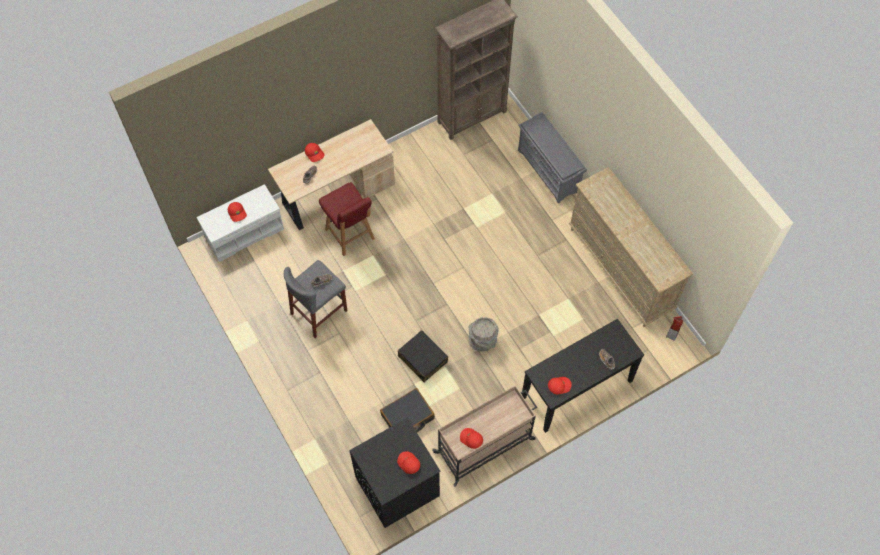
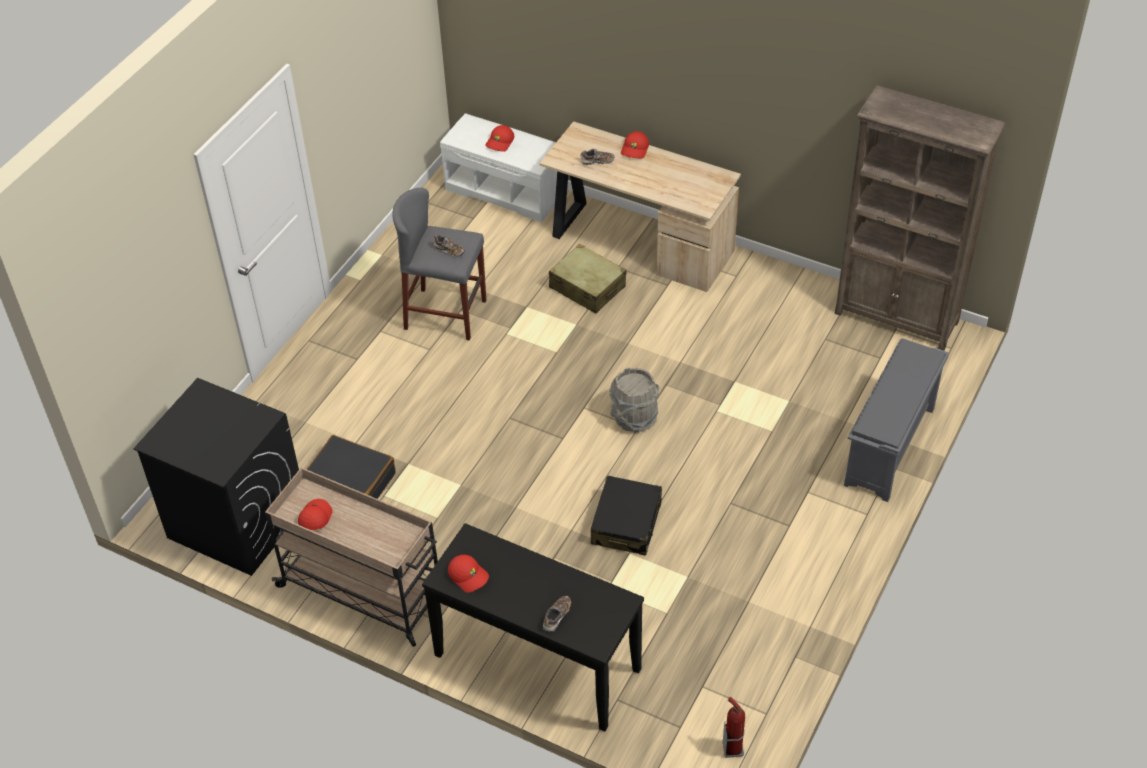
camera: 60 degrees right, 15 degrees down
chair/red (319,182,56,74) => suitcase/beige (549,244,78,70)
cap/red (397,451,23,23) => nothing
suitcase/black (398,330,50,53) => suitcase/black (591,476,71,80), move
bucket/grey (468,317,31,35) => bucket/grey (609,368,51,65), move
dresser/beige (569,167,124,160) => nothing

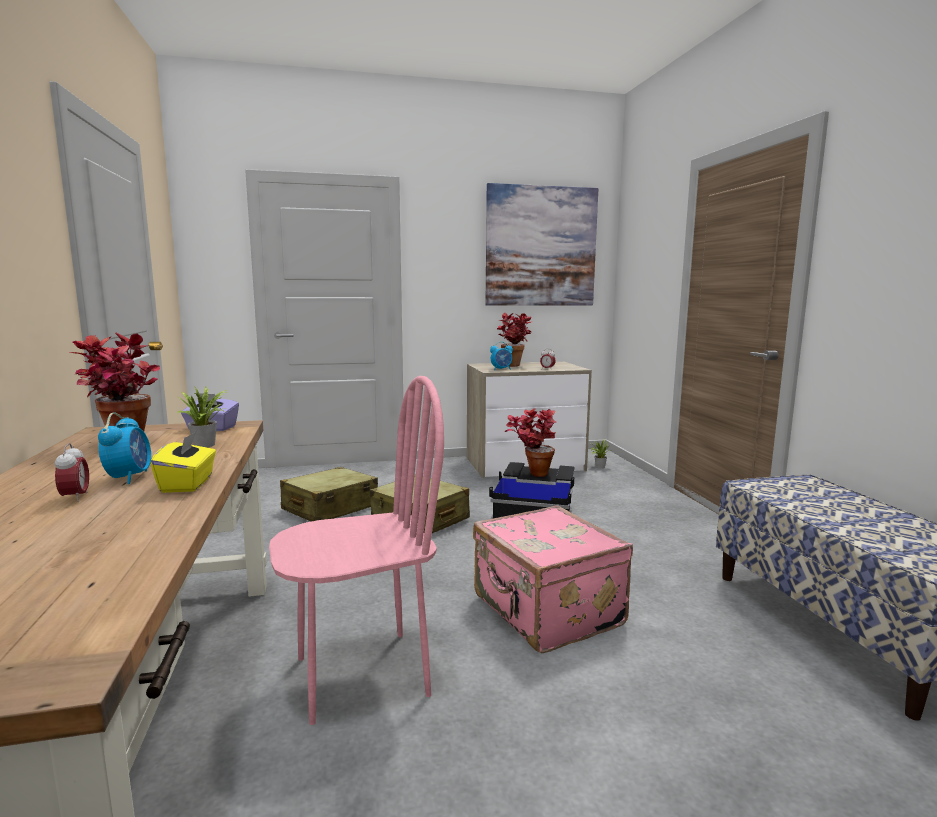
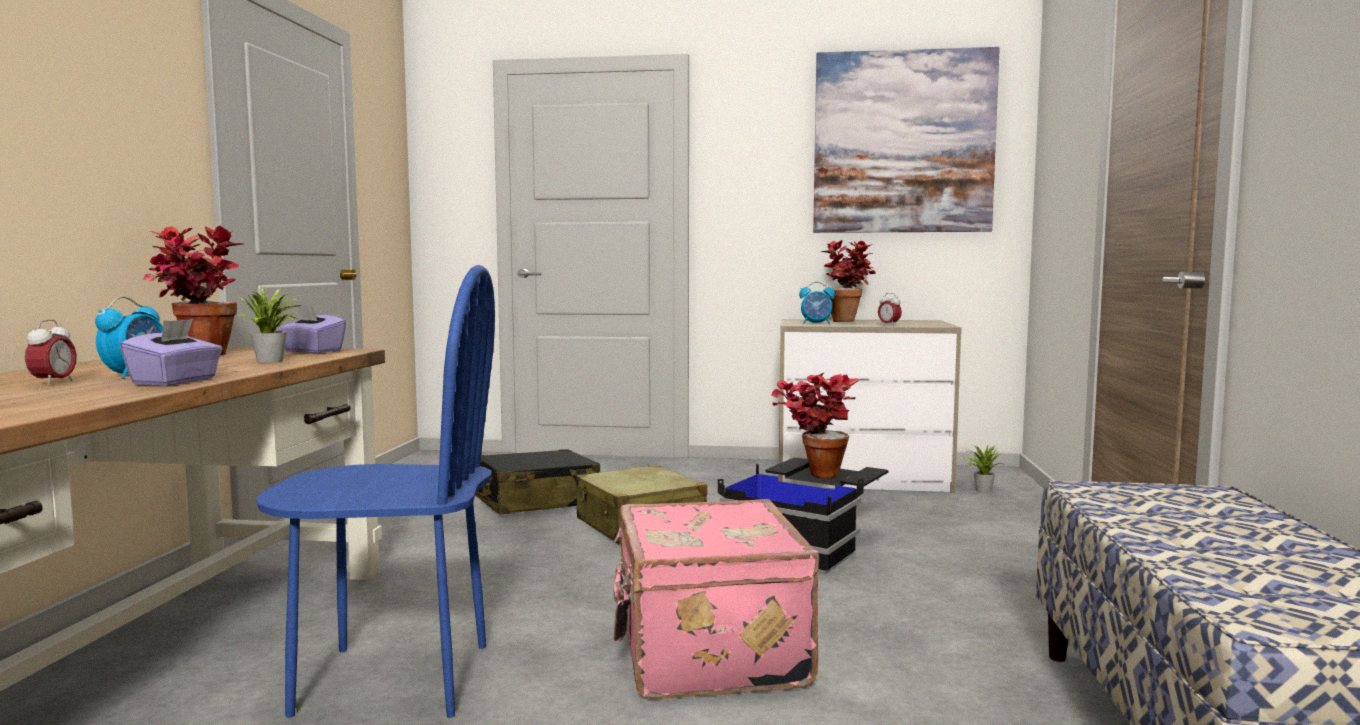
camera: 20 degrees right, 5 degrees down
tissue box/yellow (150,432,66,61) => tissue box/purple (120,319,103,67)
chair/pink (269,376,175,349) => chair/blue (256,265,239,453)
suitcase/beige (280,467,98,54) => suitcase/black (475,449,125,65)

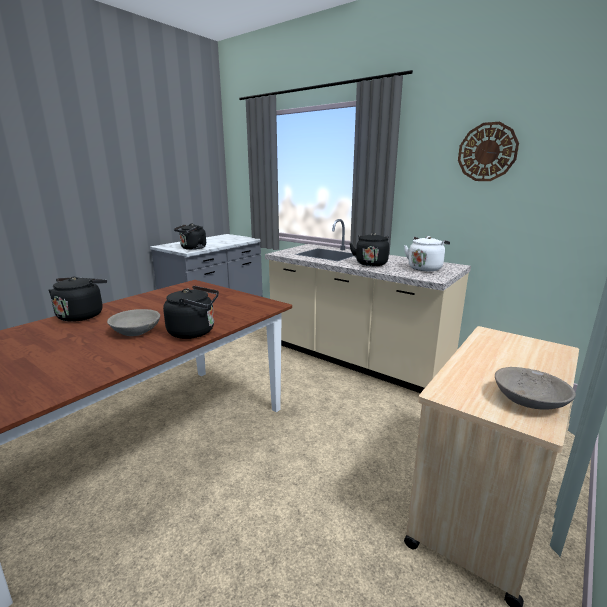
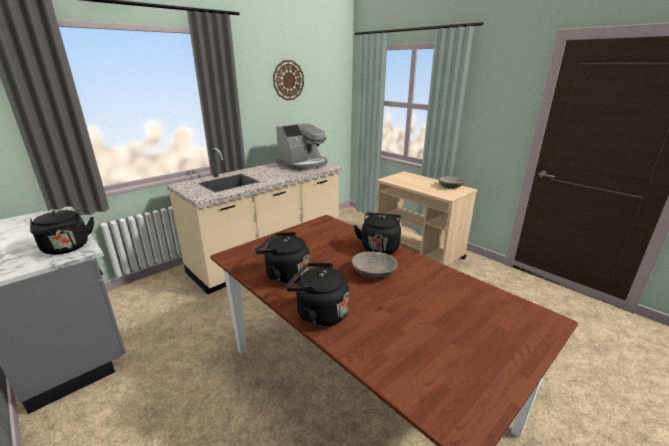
camera: 80 degrees left, 5 degrees up
kettle/black (349,233,40,33) => kettle/black (255,232,55,52), move
kettle/white (404,236,46,35) => coffee machine (276,122,51,49)

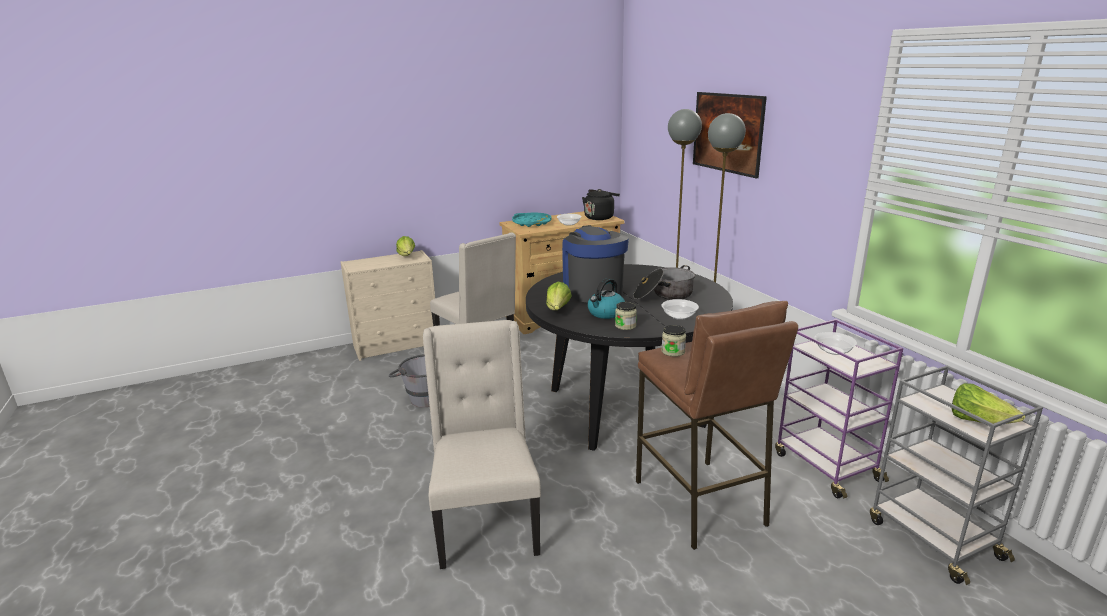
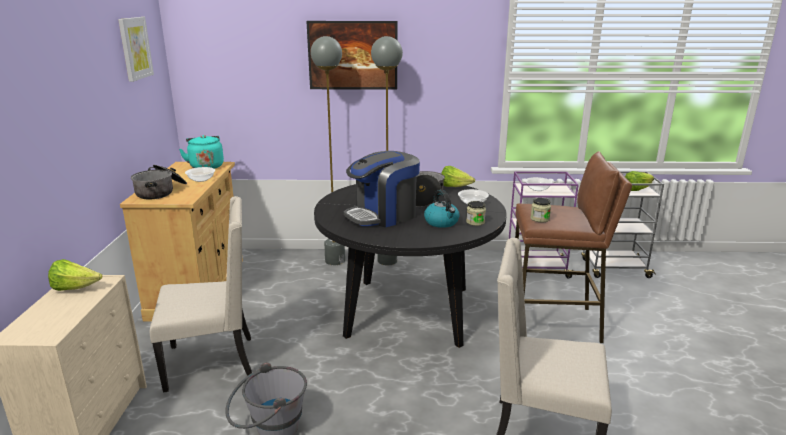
camera: 65 degrees left, 0 degrees up
tray/turquoise (512,213,40,14) => cooking pot (131,165,56,34)
lettuce (546,282,26,28) => lettuce (441,166,34,21), move
coffee machine (562,225,67,78) => coffee machine (344,151,76,76), 45 degrees counterclockwise
kettle/black (582,189,38,31) => kettle/turquoise (179,135,45,34)
nothing => picture (118,17,36,65)

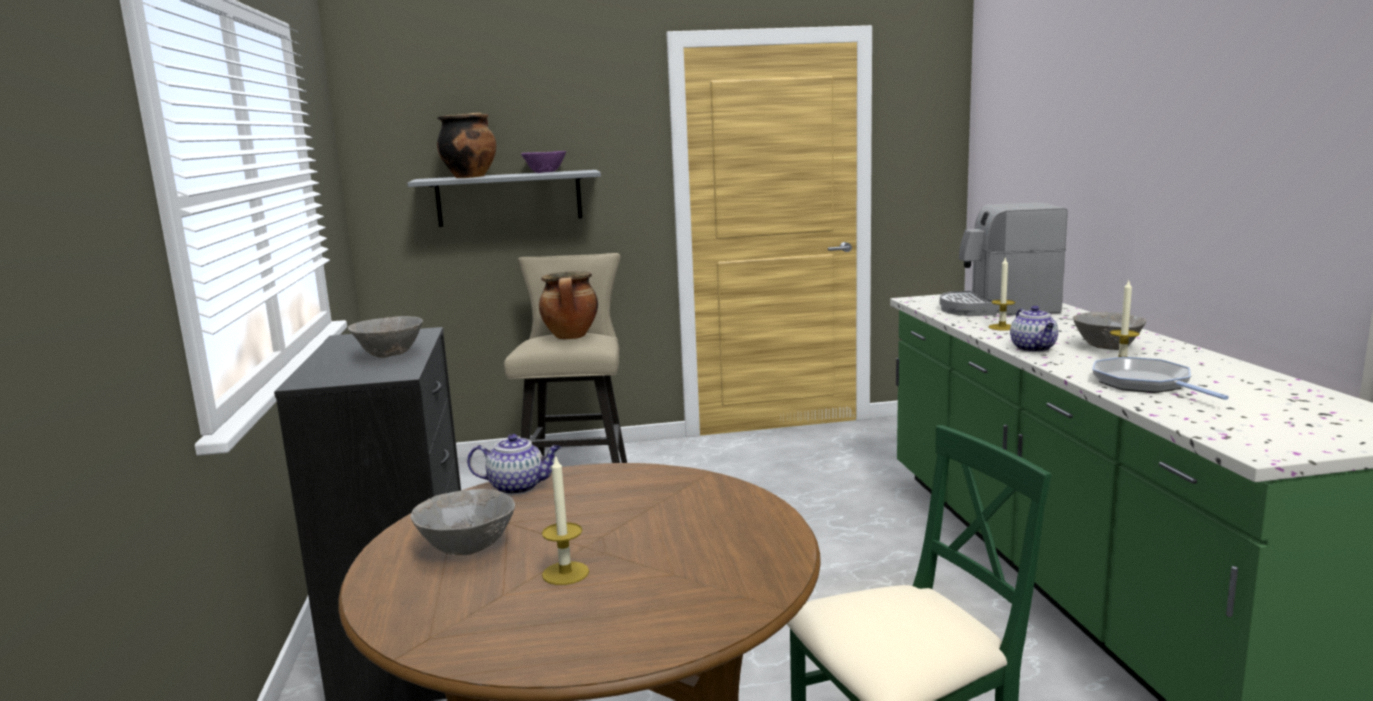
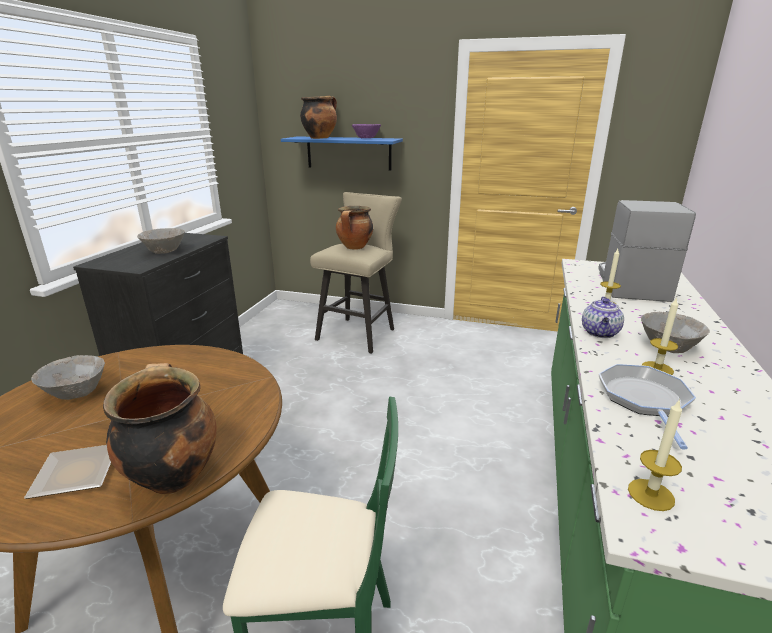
camera: 25 degrees right, 10 degrees up
shelf/grey (407,170,194,57) => shelf/blue (281,136,122,34)
teapot (467,434,94,61) => nothing
candle (542,455,47,130) => candle (628,399,54,112), move
coffee machine (940,202,128,114) => coffee machine (598,200,98,102), 75 degrees clockwise
nothing => plate (24,445,87,54)
nothing => cooking pot (103,363,114,131)

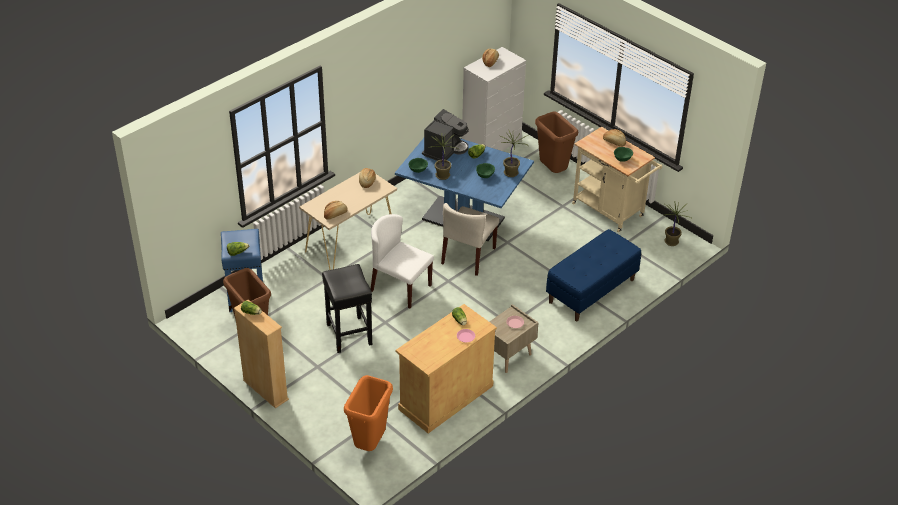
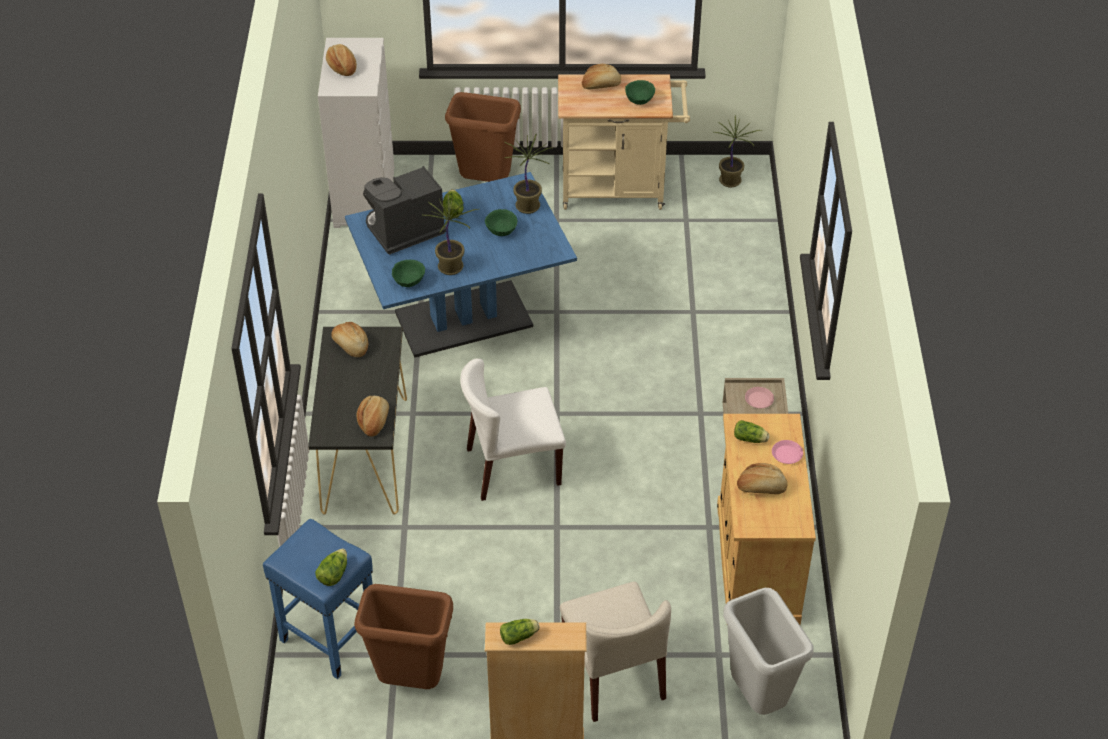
camera: 45 degrees left, 5 degrees up
console table/beige (299,172,98,98) => console table/black (308,327,99,187)
stool/black (322,264,50,89) => nothing
trash can/orange (344,375,49,76) => trash can/grey (723,588,91,127)
coffee machine (422,109,47,52) => coffee machine (363,166,83,89), 105 degrees counterclockwise
chair/beige (441,203,59,73) => chair/beige (560,582,111,140), move
bench/blue (546,229,95,92) => nothing
nothing => bread (737,463,50,31)

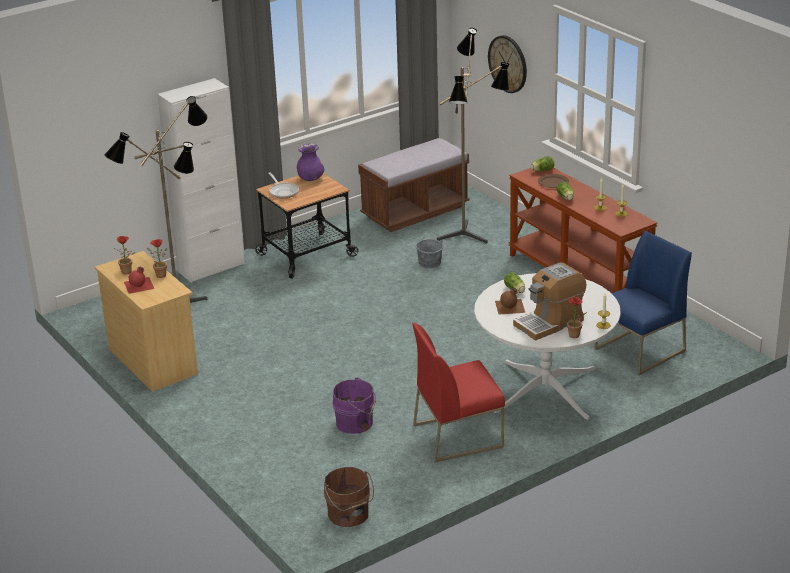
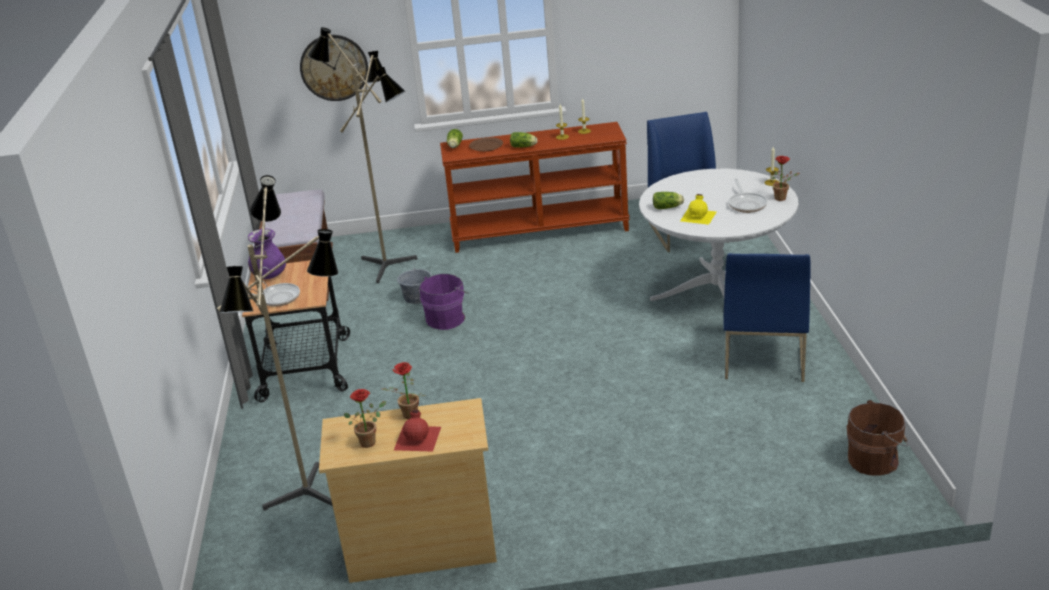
camera: 60 degrees left, 0 degrees up
cabinet/white (157,78,88,205) => nothing
bucket/purple (333,377,43,57) => bucket/purple (419,274,50,56), move
chair/red (412,323,93,139) => chair/blue (723,253,88,129)
bottle/brown (495,288,30,27) => bottle/yellow (680,194,36,31)
coffee machine (513,262,73,79) => frying pan (728,178,39,35)

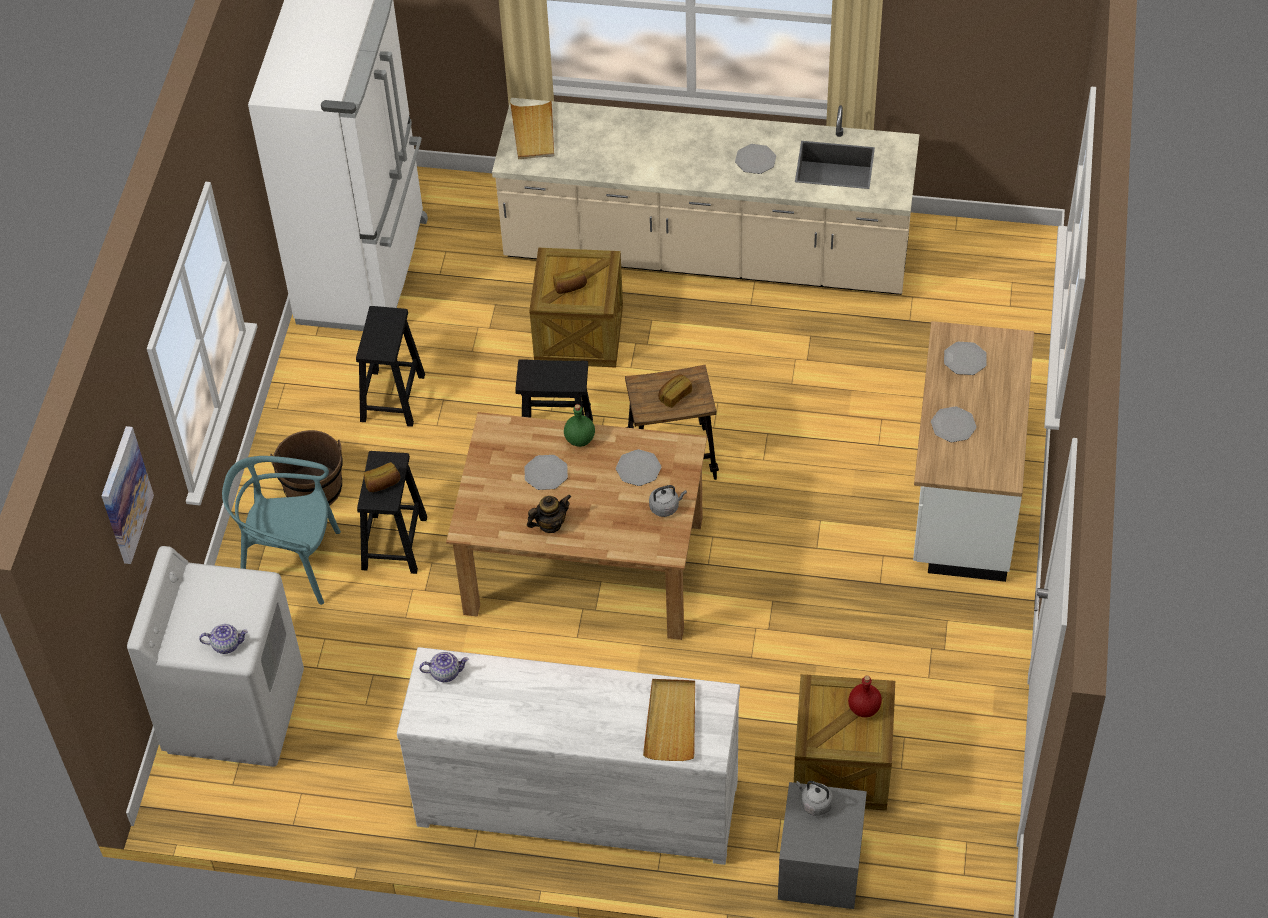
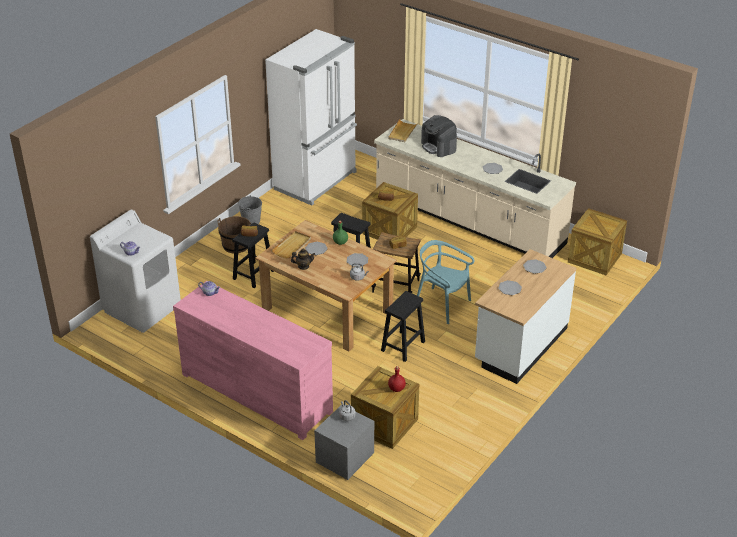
camera: 25 degrees right, 15 degrees down
picture (102,426,52,138) => nothing
chair/turquoise (222,456,119,149) => chair/turquoise (417,240,58,84), move
stool/black (356,306,69,121) => stool/black (381,291,44,71), move
dresser/white (397,647,343,218) => dresser/pink (173,281,160,159)
tray/beige (643,679,52,82) => tray/beige (271,231,40,28), move
nothing => bucket/grey (237,195,25,29)
nothing => coffee machine (421,115,36,42)
nothing => crate (568,208,59,67)

